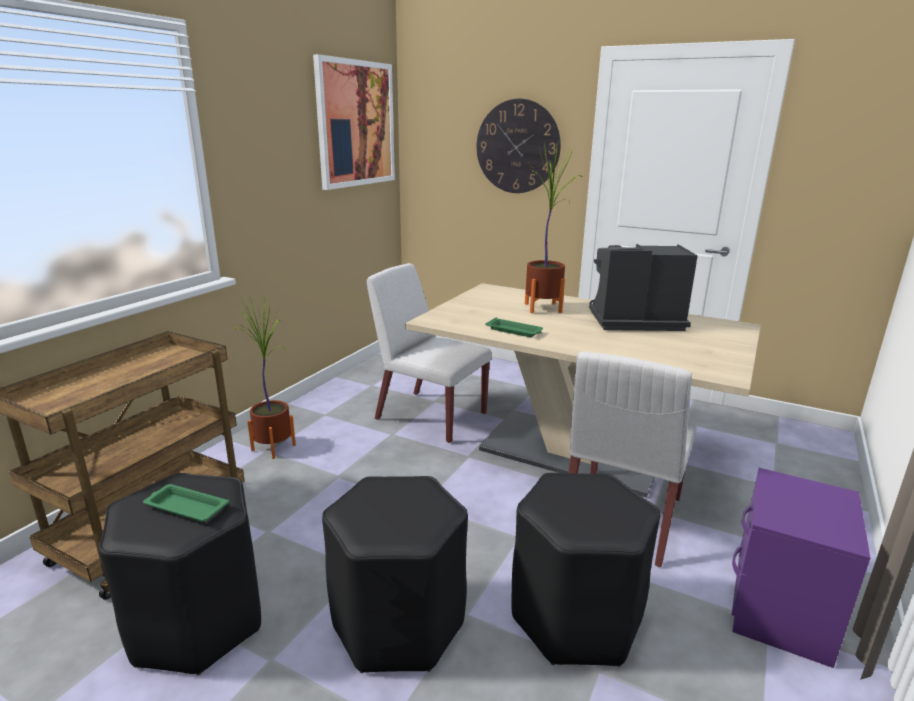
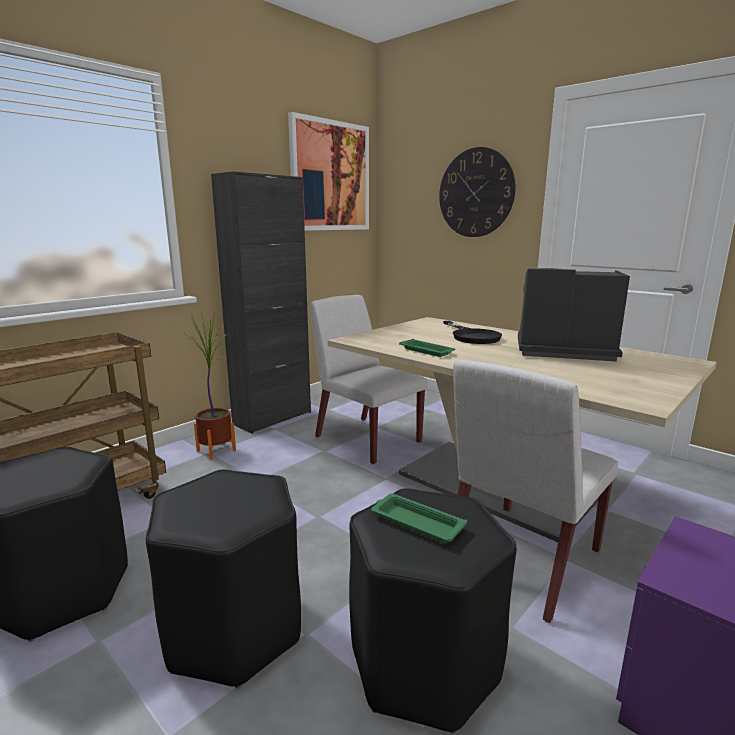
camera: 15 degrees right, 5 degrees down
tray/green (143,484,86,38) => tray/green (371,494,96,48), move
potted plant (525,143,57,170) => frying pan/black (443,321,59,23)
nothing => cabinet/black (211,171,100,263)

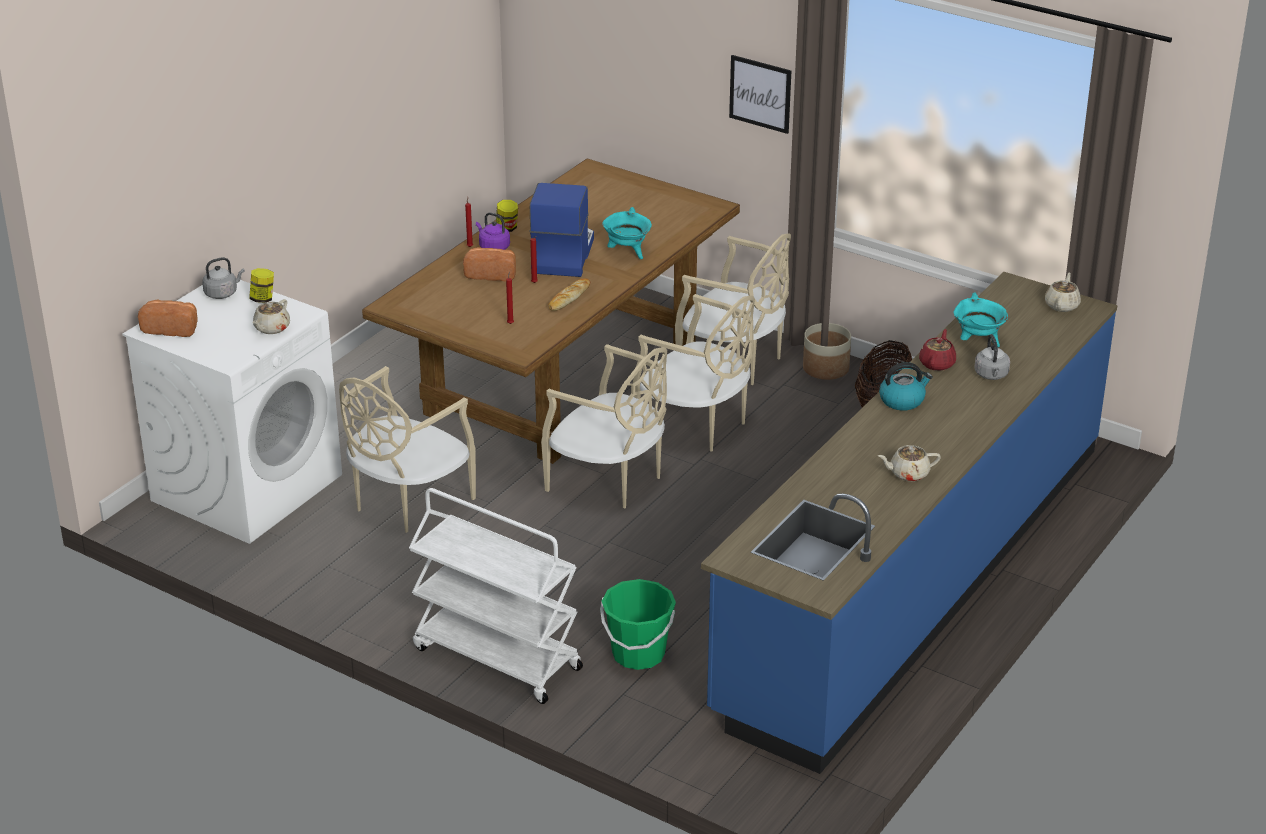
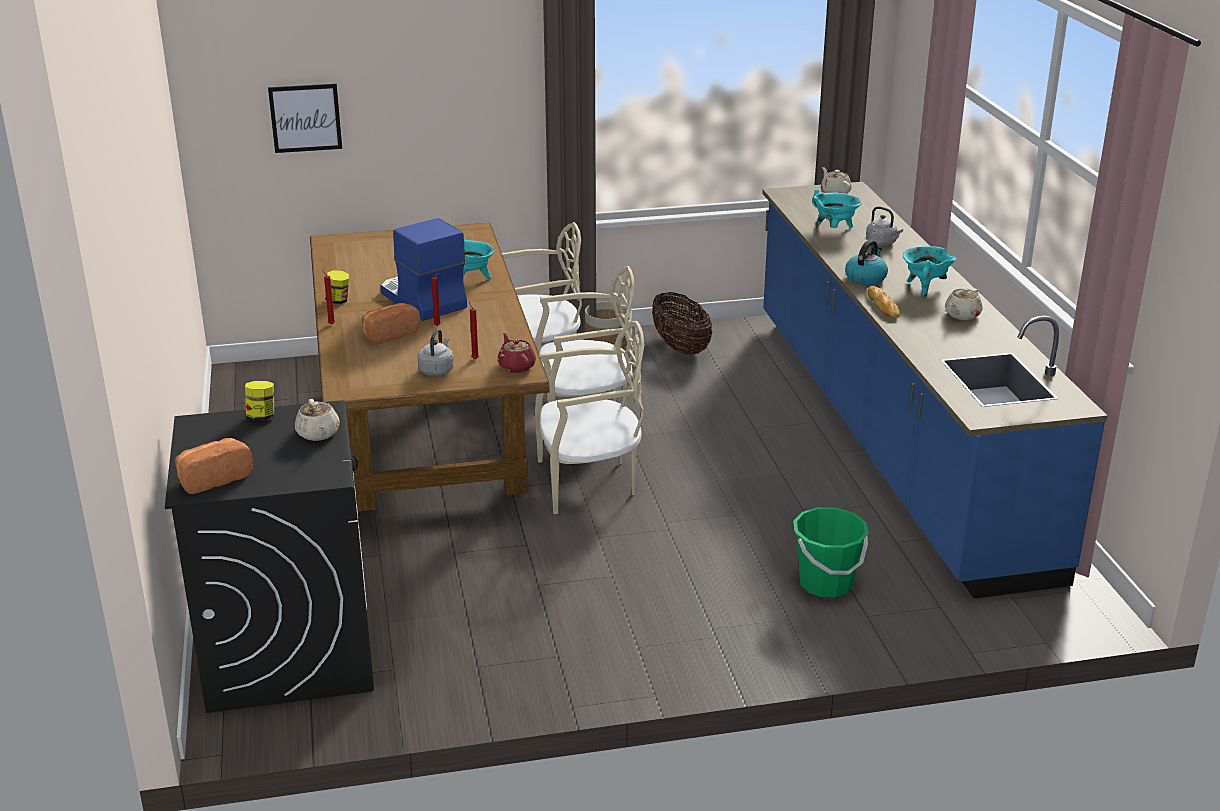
camera: 45 degrees left, 5 degrees down
washing machine/white (122,278,220,266) => washing machine/black (165,400,209,313)
kettle/grey (202,257,43,42) => kettle/grey (418,329,36,47), move
chair/beige (339,366,137,167) => nothing
cart/white (409,488,174,216) => nothing
kettle/purple (476,212,34,38) => nothing
bread (548,278,42,33) => bread (867,286,33,33), move
picture (729,55,62,79) => picture (268,84,74,69), move
teapot/red (919,329,37,42) => teapot/red (497,333,39,40), move
nothing => cooking pot/turquoise (903,246,53,51)

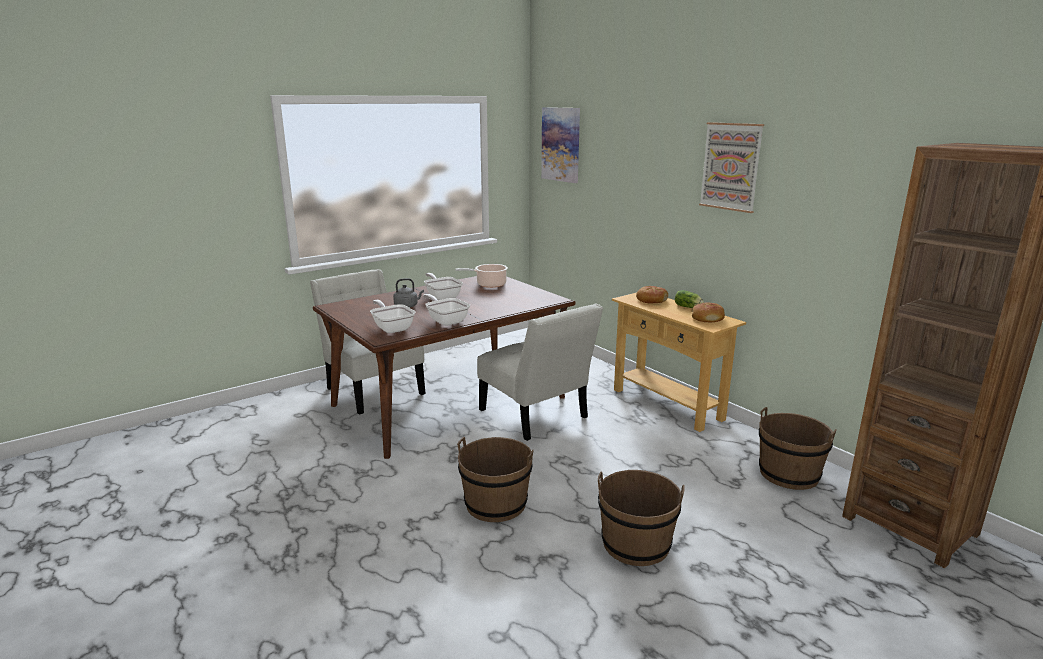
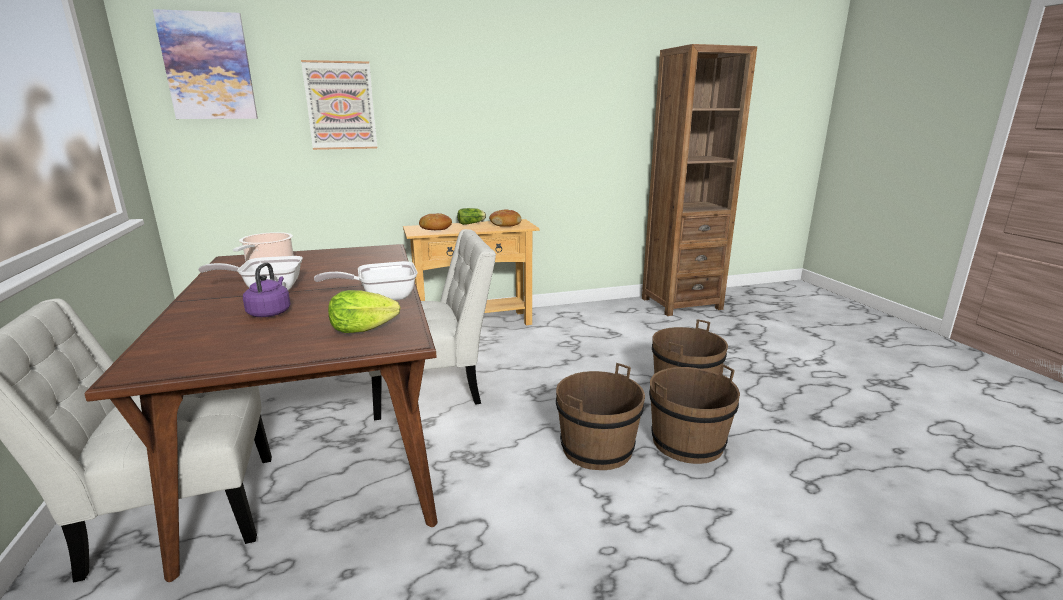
camera: 70 degrees left, 0 degrees up
frying pan (370,300,45,33) => lettuce (328,290,73,43)
kettle/grey (393,278,31,30) => kettle/purple (243,262,47,55)
picture (699,122,65,91) => picture (301,60,76,90), move
bucket/brown (759,407,78,83) => bucket/brown (649,364,91,100), move

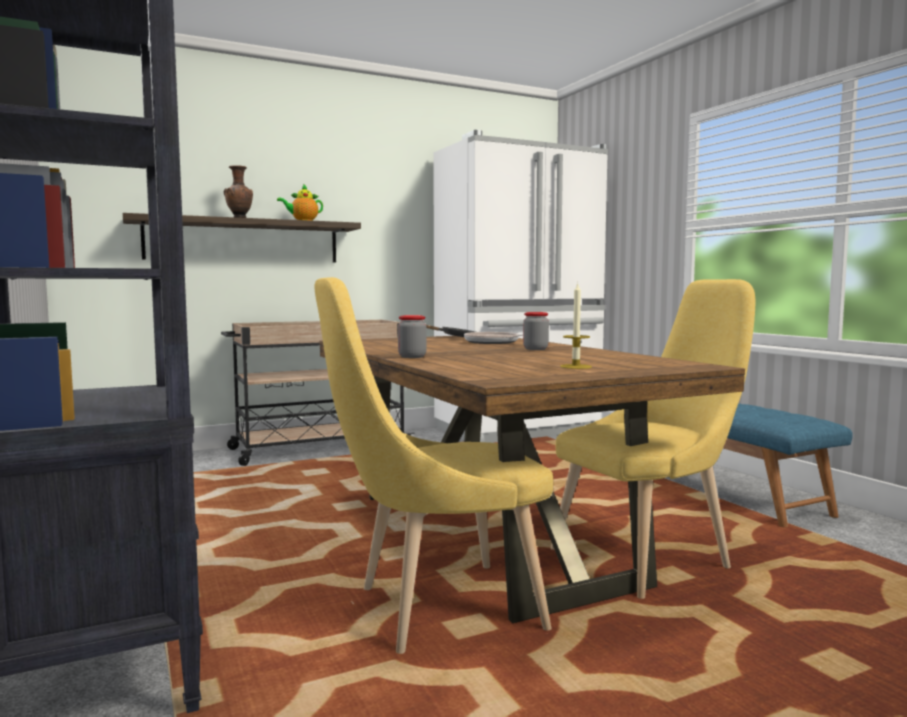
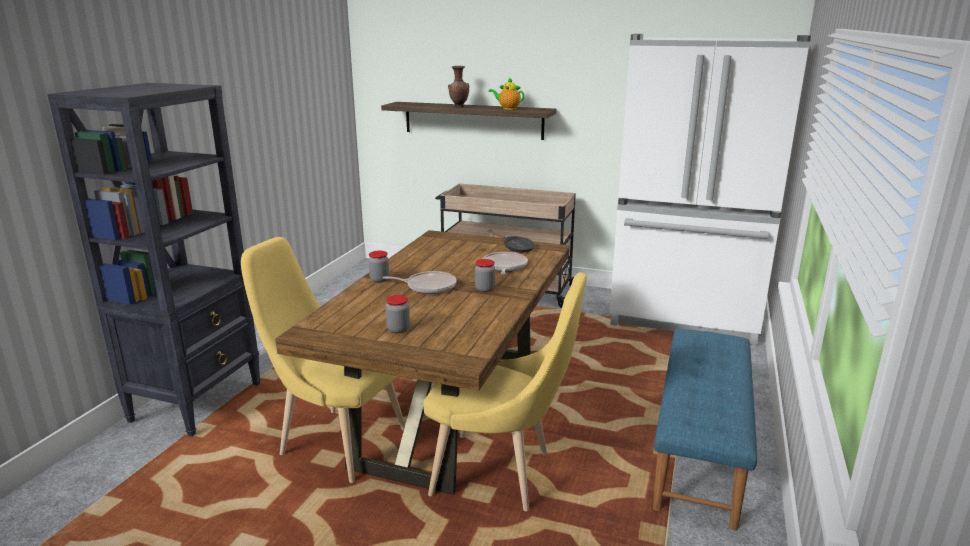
camera: 45 degrees right, 15 degrees up
candle (560,283,32,86) => jar (385,295,25,38)
nothing => frying pan (383,271,74,23)

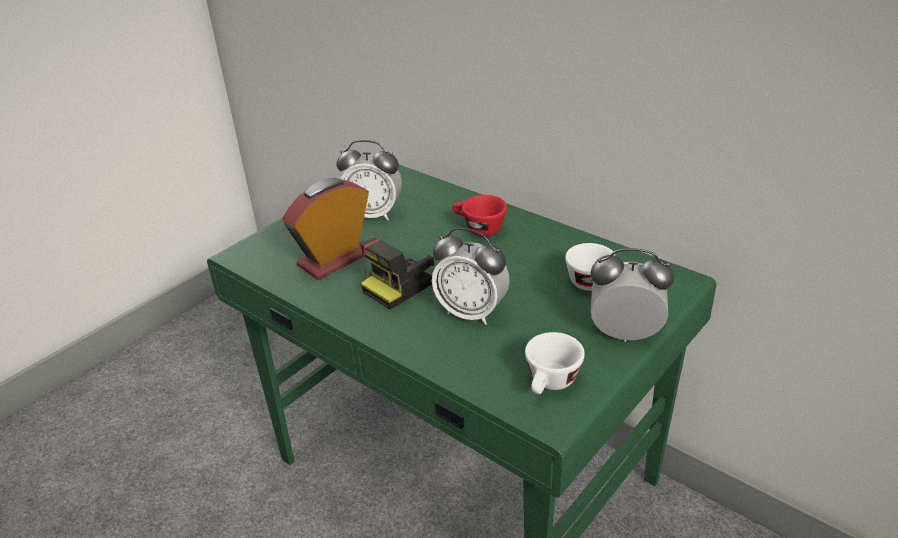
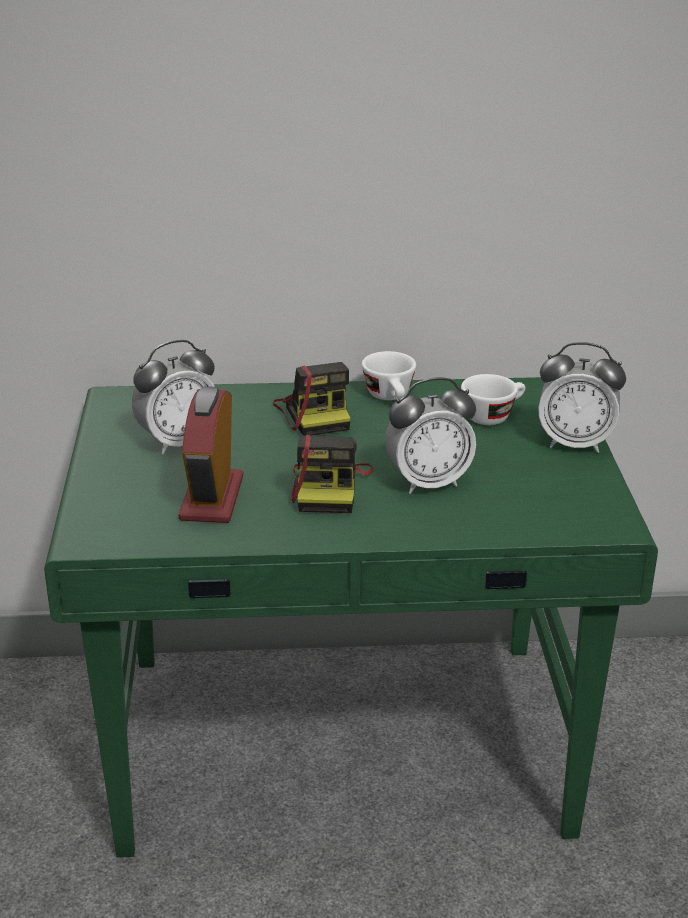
camera: 45 degrees left, 5 degrees down
cup/red (453,195,54,42) => photo camera (273,362,78,74)
cup/white (525,332,60,62) => cup/white (362,351,54,49), move
alarm clock (591,248,83,94) => alarm clock (539,342,87,111), 135 degrees counterclockwise

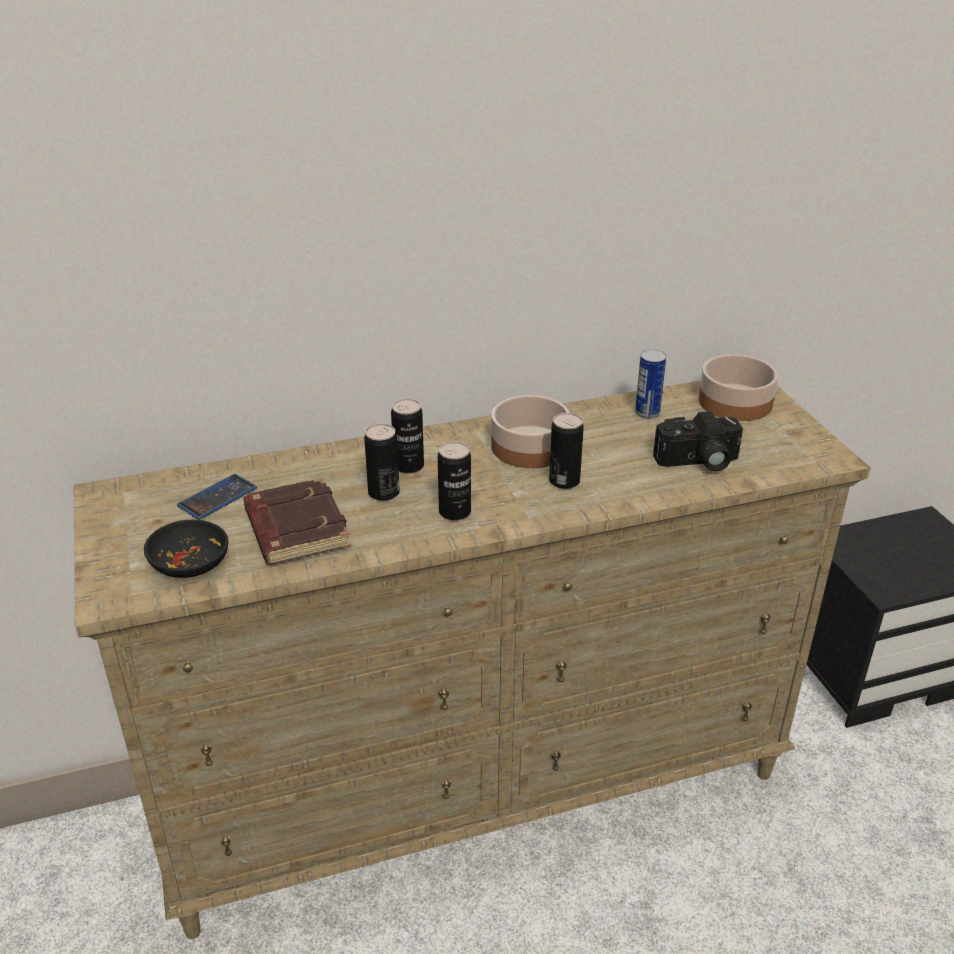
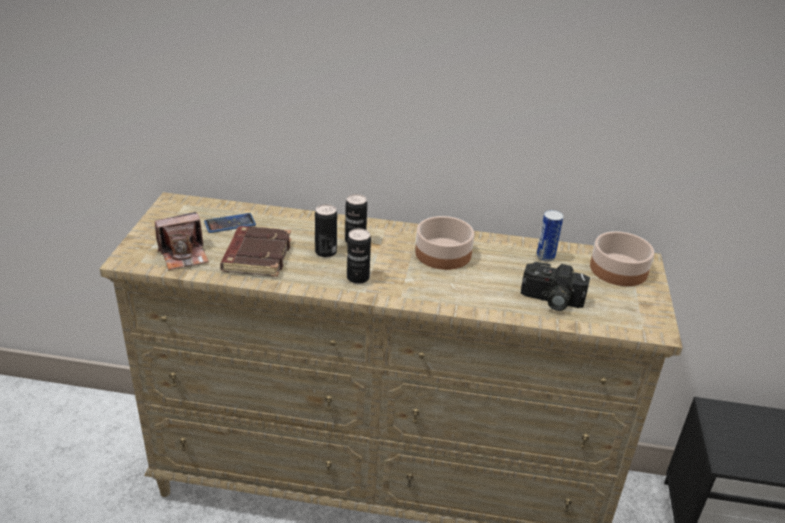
camera: 25 degrees right, 0 degrees up
bowl/black (144,520,85,58) => photo camera (155,212,54,58)
can (549,413,35,76) => nothing

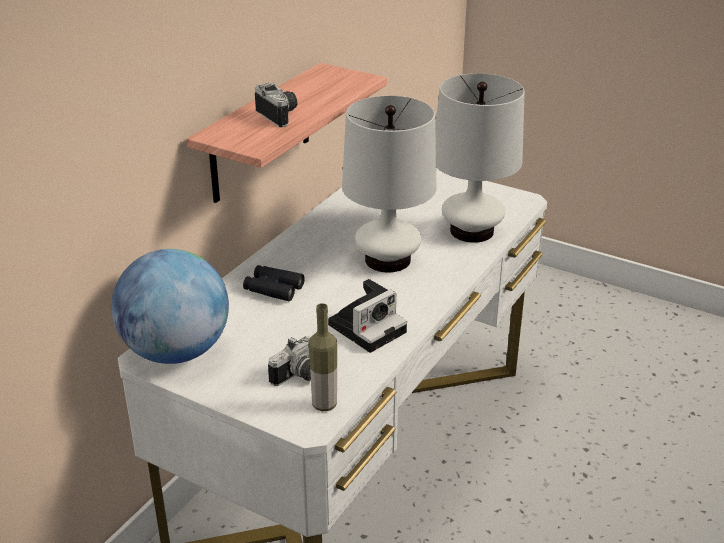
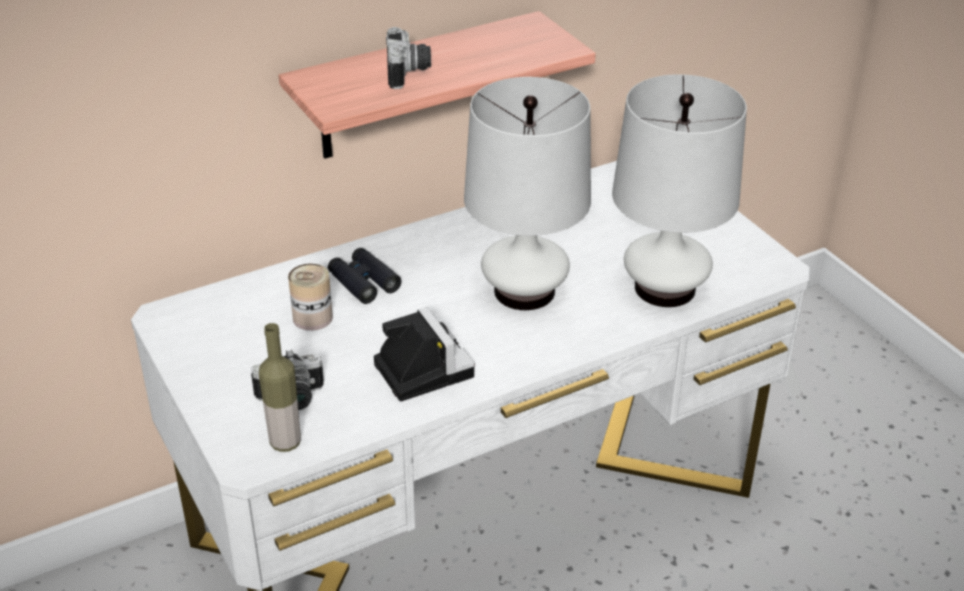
camera: 30 degrees right, 5 degrees up
globe (111,249,118,115) => nothing
photo camera (328,279,79,74) => photo camera (374,307,101,94), 105 degrees counterclockwise
nothing => can (288,264,45,67)

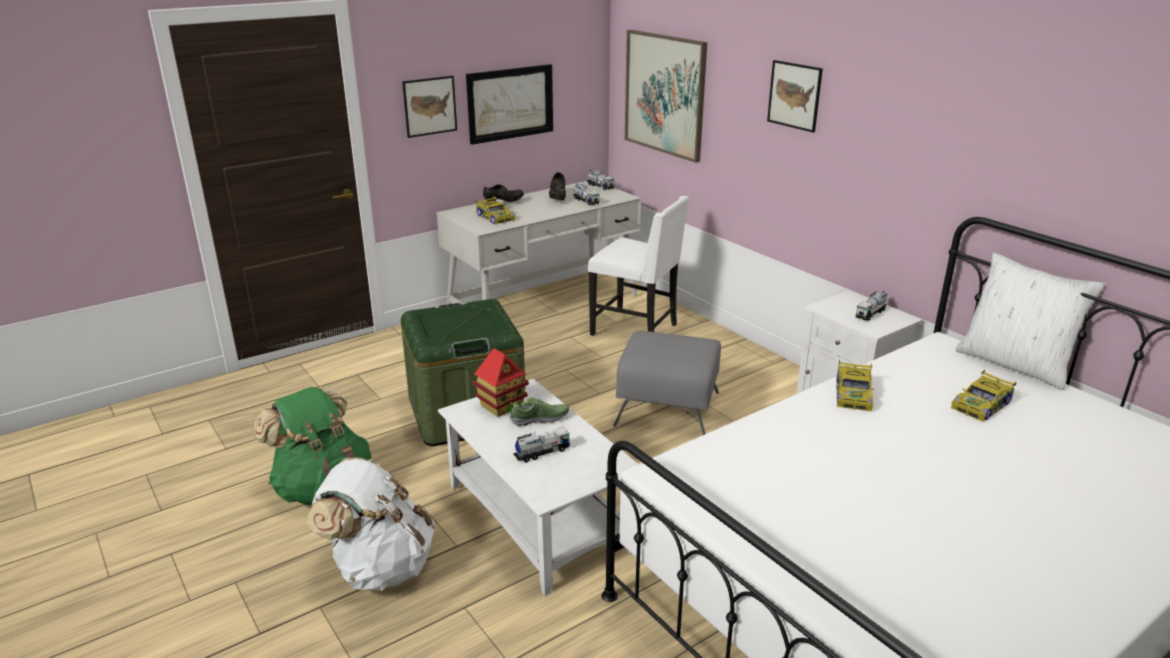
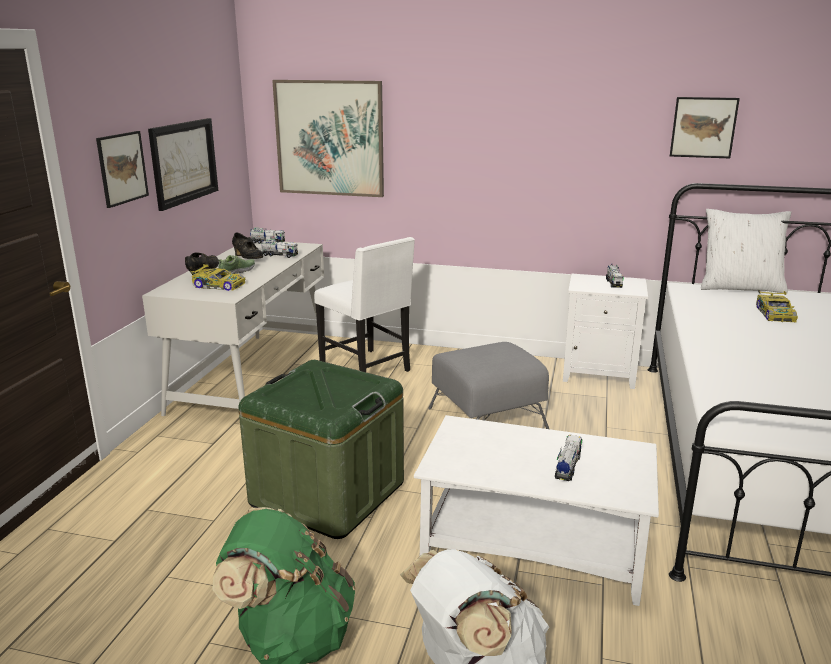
camera: 40 degrees left, 5 degrees down
toy house (473,348,56,69) => nothing
shoe (509,397,60,30) => shoe (218,255,37,19), move
chair/white (588,196,101,140) => chair/white (314,237,101,135), 60 degrees clockwise
picture (767,60,56,73) => picture (670,97,70,61), move
toy car (836,360,38,51) => nothing

